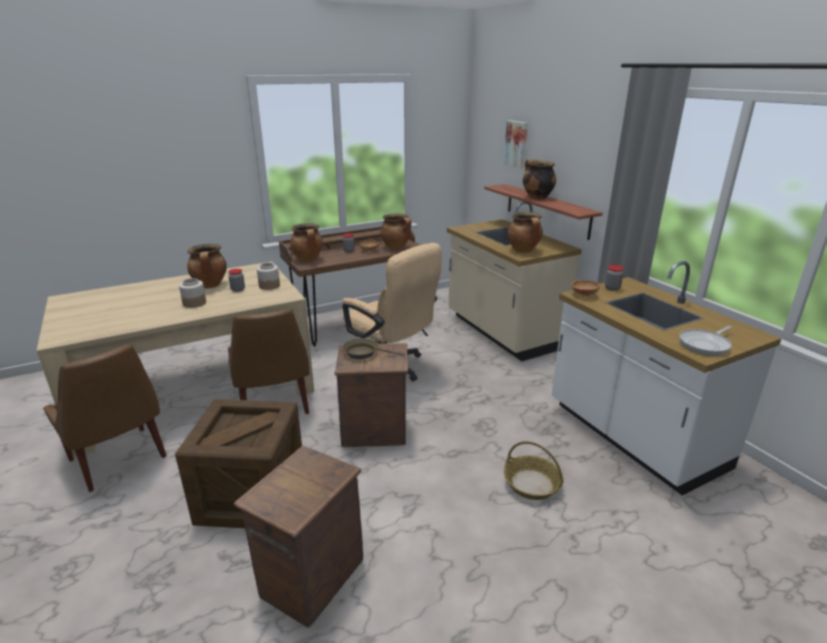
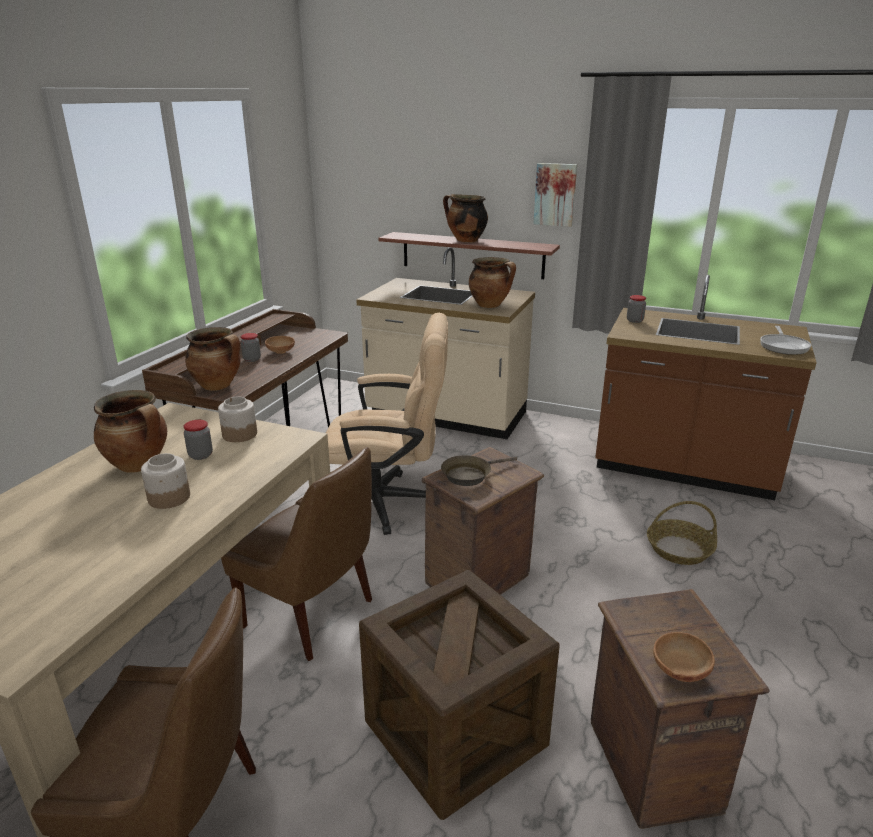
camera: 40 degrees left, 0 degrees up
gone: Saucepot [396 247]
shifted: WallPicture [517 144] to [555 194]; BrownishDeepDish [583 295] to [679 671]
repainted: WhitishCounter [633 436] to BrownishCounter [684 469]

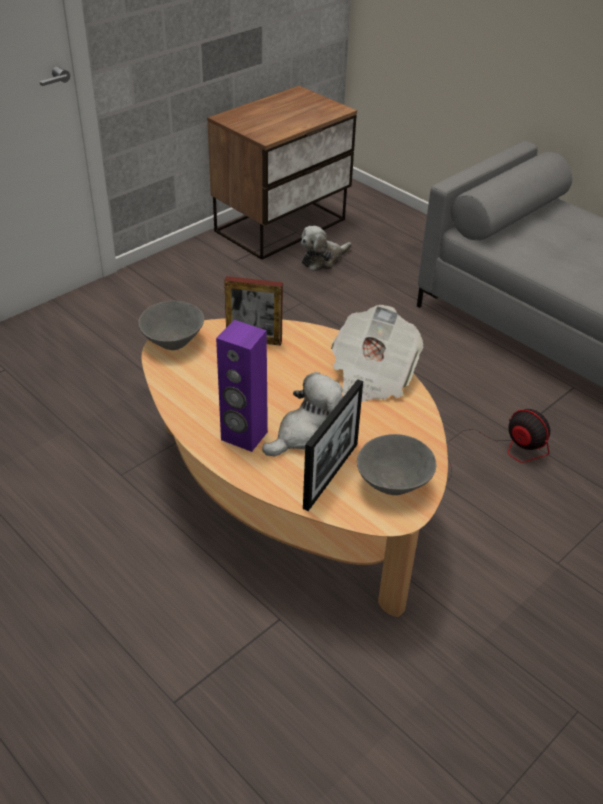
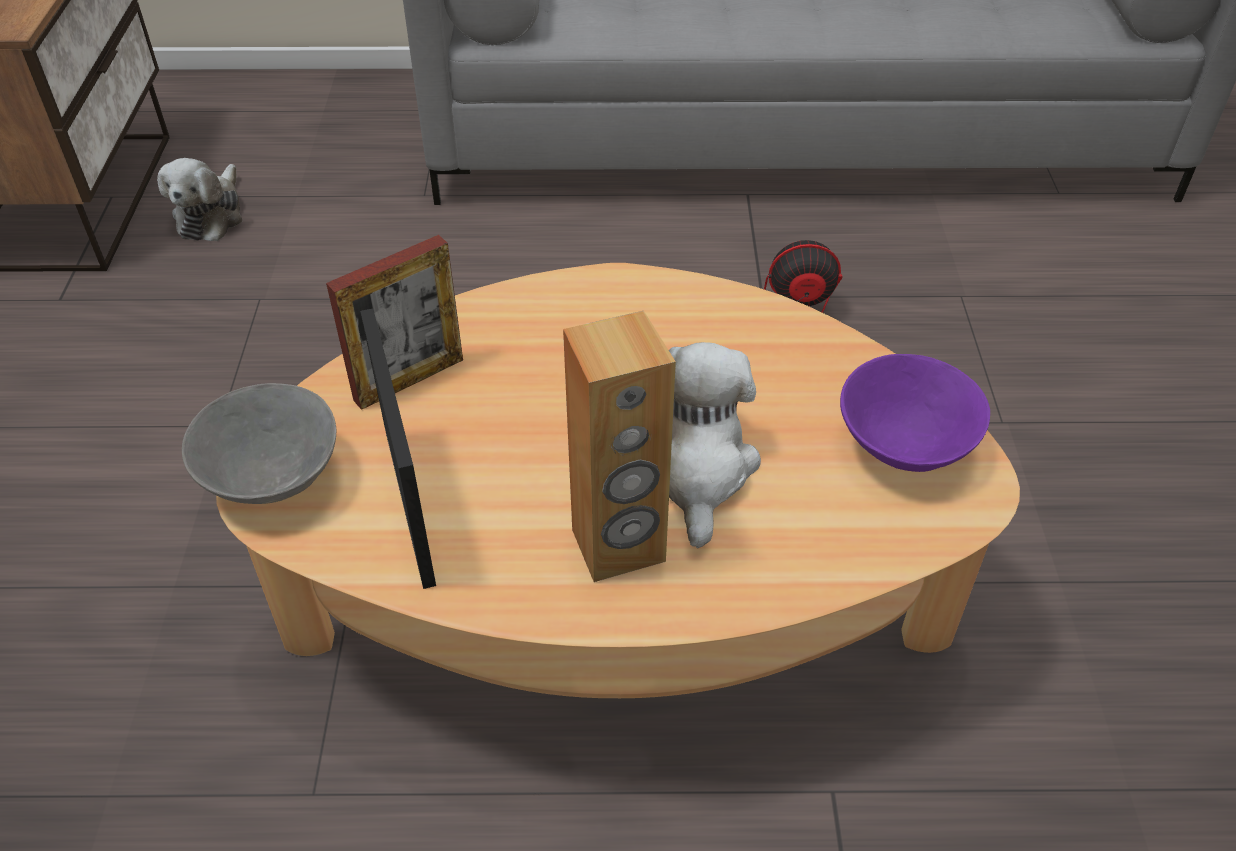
camera: 45 degrees left, 5 degrees up
gone: PrintedPaper [372 375]
shifted: PhotoFrame [331 475] to [409 505]
repainted: PurpleColouredSpeaker [244 436] to BrownishSpeaker [619 546]; GreyishDeepDish [392 483] to PurpleColouredDeepDish [903 449]

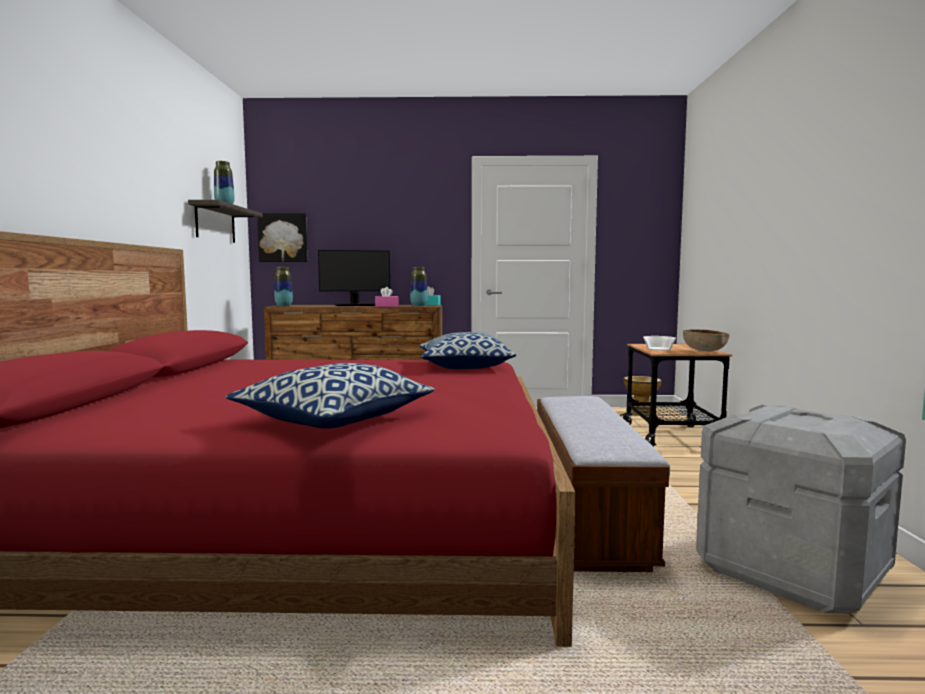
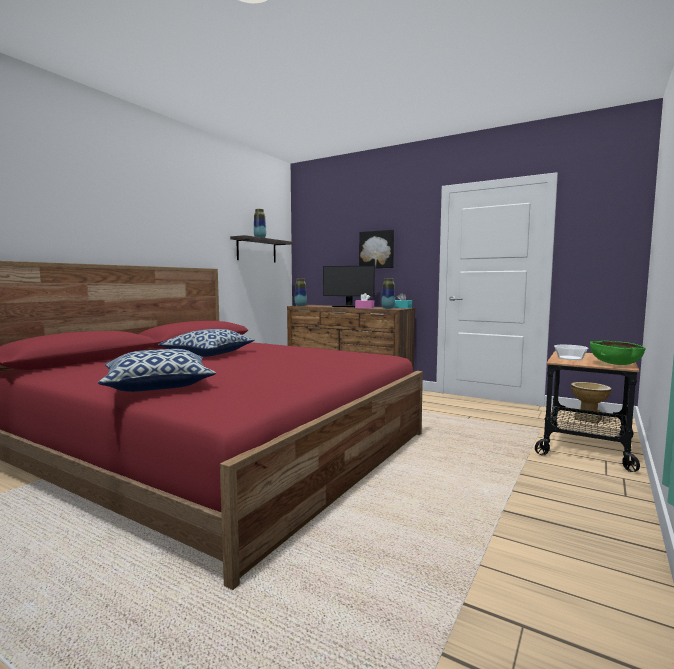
camera: 30 degrees right, 0 degrees up
gone: IndoorBench [586 514]; GreyishStorageBin [792 571]
shifted: WallPicture [283 238] to [377 249]; Cushion [464 366] to [208 354]
repainted: BrownishDeepDish [704 351] to GreenDeepDish [614 364]

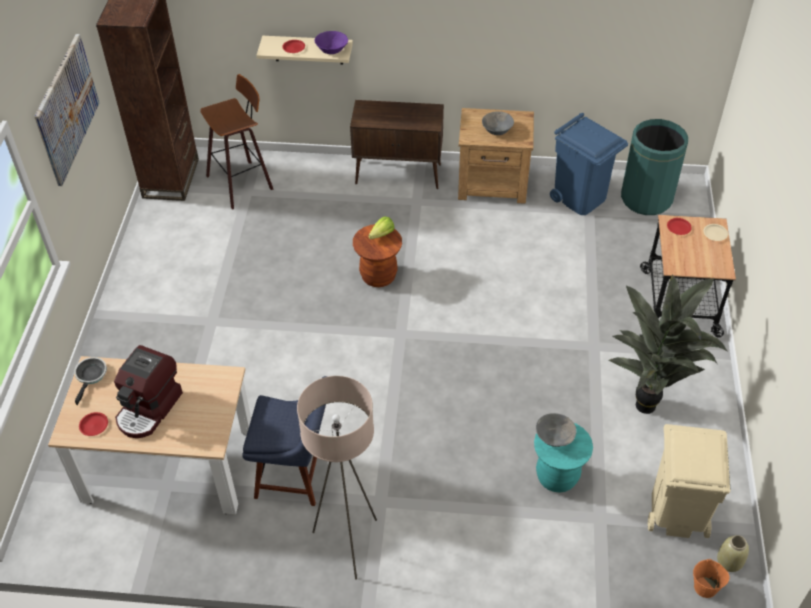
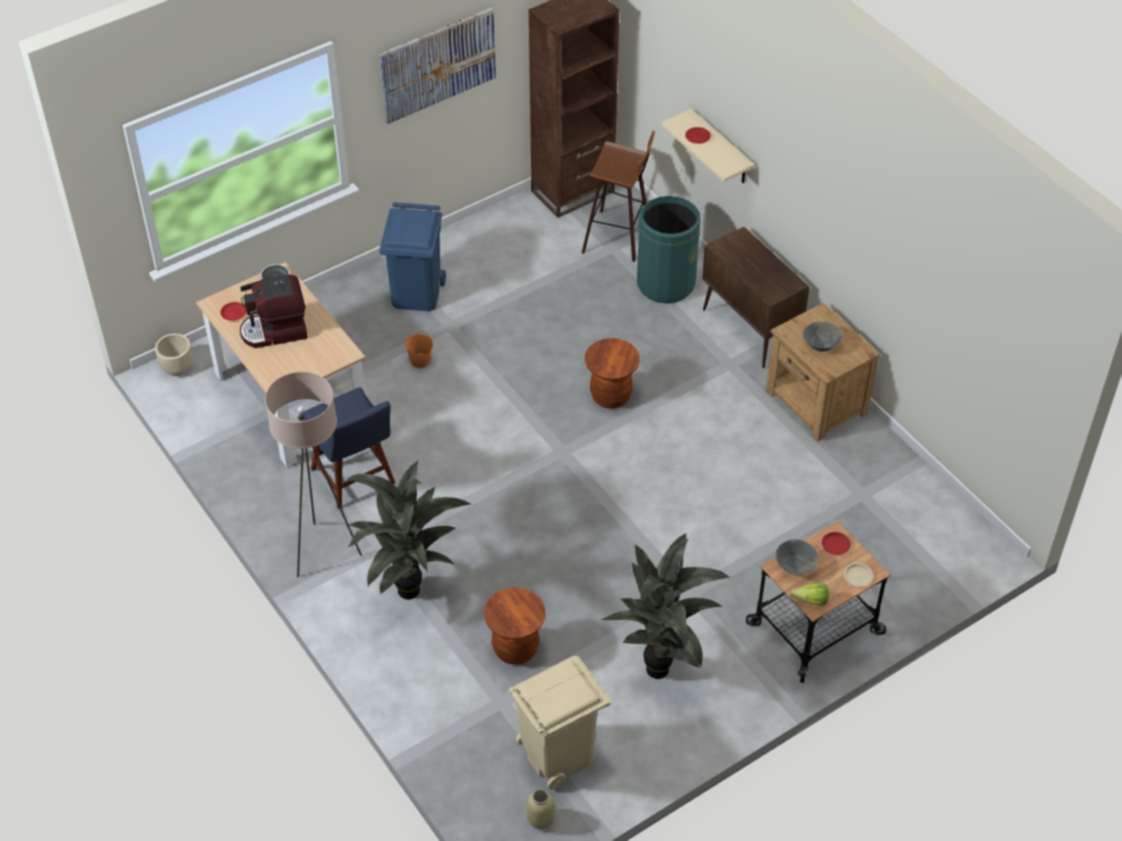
camera: 50 degrees right, 0 degrees up
gone: PurpleColouredDeepDish [331 50]
new: BeigeFlowerPot [177 369]; PottedPlant [410 594]
shifted: LettuceHead [379 236] to [808 600]; GreyishDeepDish [554 437] to [794 565]; BlueColouredWasteBin [580 197] to [417 294]; GreenWasteBin [646 198] to [665 283]; OrangeWaterBucket [705 587] to [420 361]
repainted: TurquoiseColouredStool [557 476] to BrownishStool [515 648]

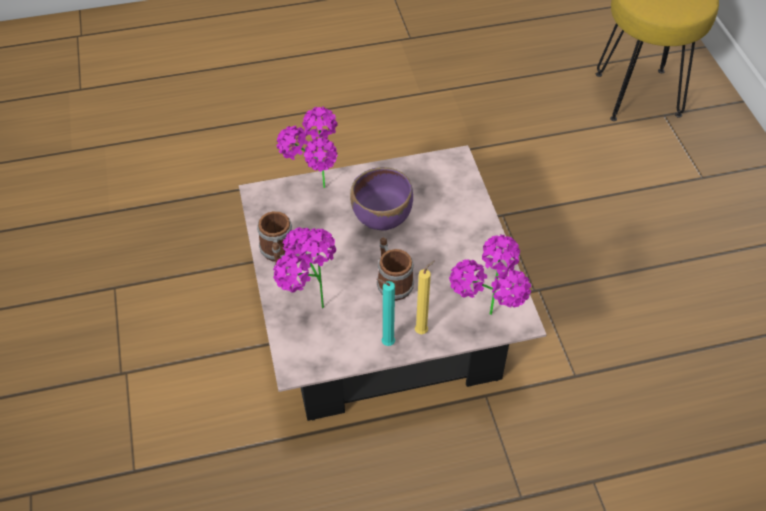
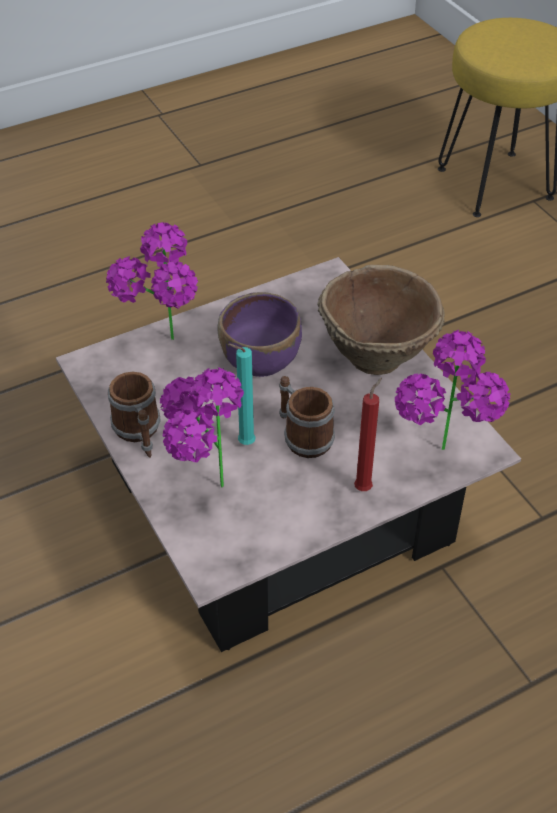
camera: 15 degrees left, 5 degrees down
new: BrownishDeepDish [377 353]
shifted: TurquoiseColouredCandle [386 343] to [243 443]
repainted: YellowColouredCandle [423 330] to RedColouredCandle [365 487]

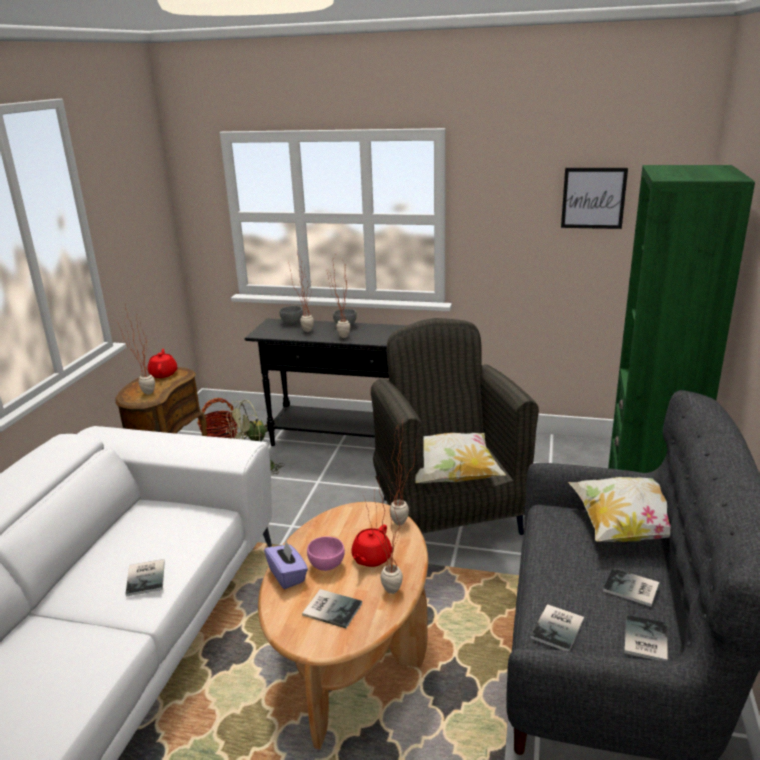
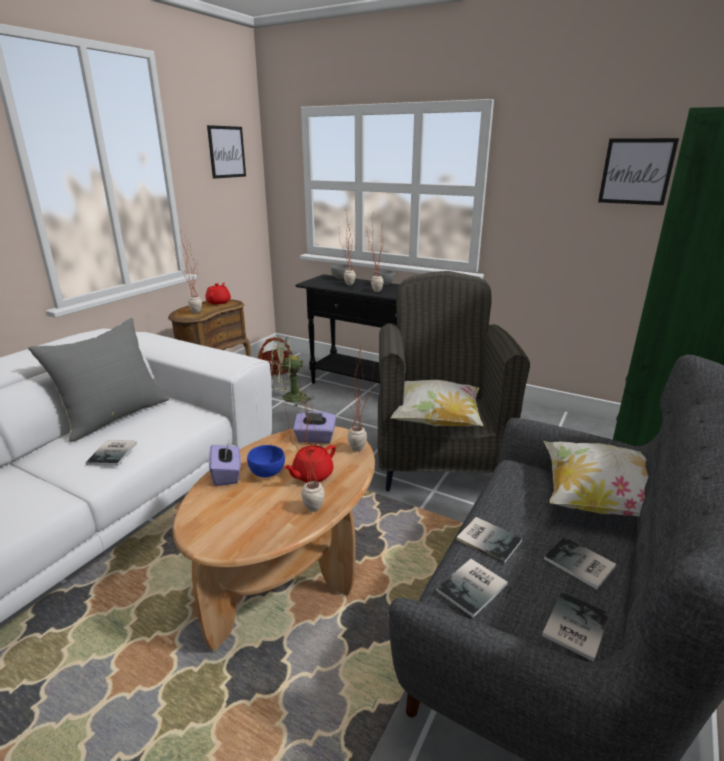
camera: 15 degrees right, 0 degrees up
new: GreyishCushion [114 416]; WallPicture [227 152]; PurpleColouredTissueBox [315 438]
shifted: Book [332 608] to [488 538]
repainted: PinkishDeepDish [326 565] to BlueColouredDeepDish [267 473]

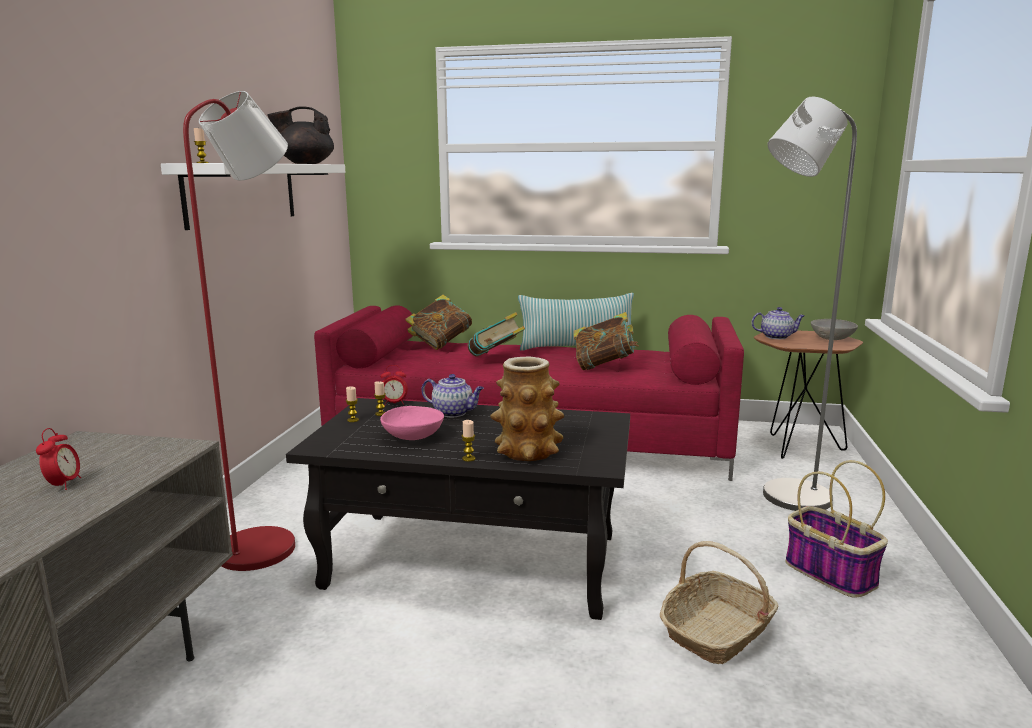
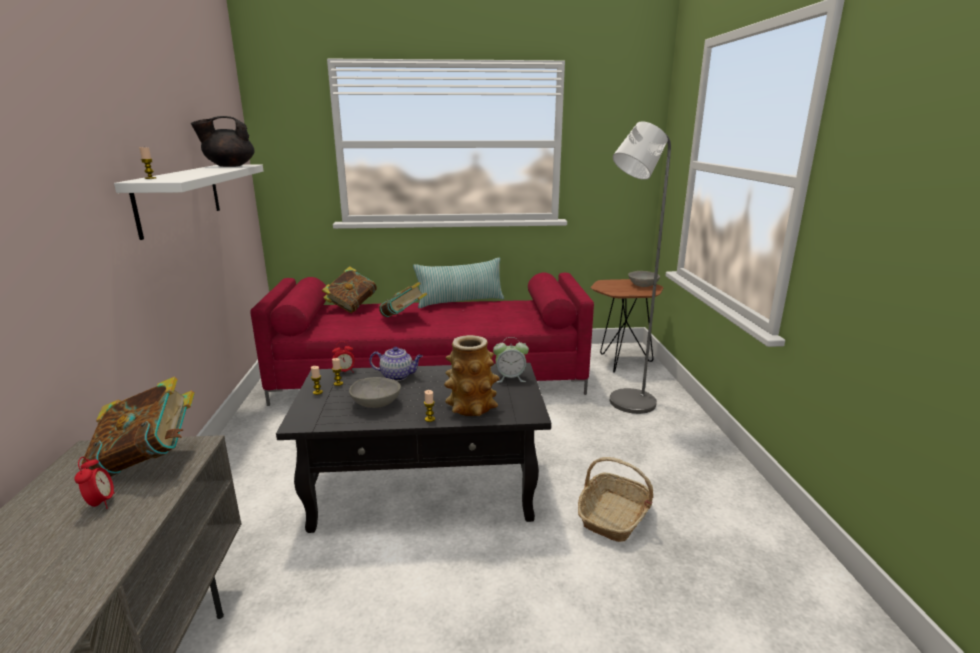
camera: 15 degrees left, 5 degrees up
gone: RedColouredStandardLamp [269 543]; Teapot [777 337]; StorageBasket [828 573]
new: AlarmClock [510 378]
shifted: Book [604 366] to [149 460]
repainted: PinkishDeepDish [412 437] to GreyishDeepDish [375 404]

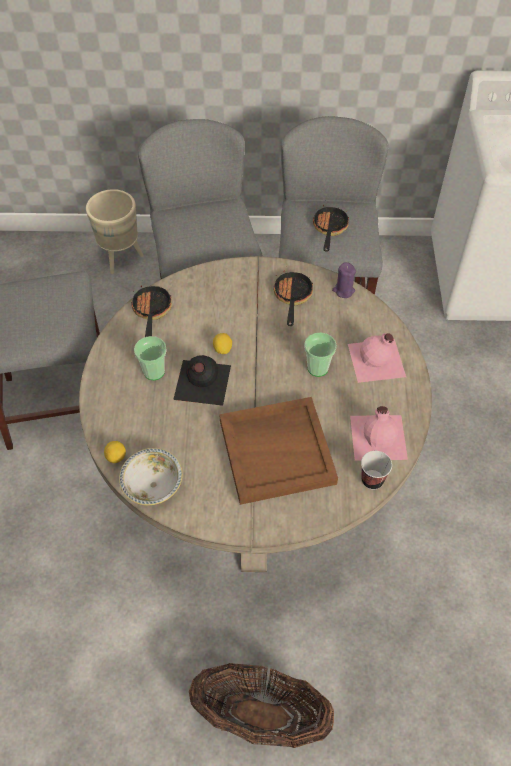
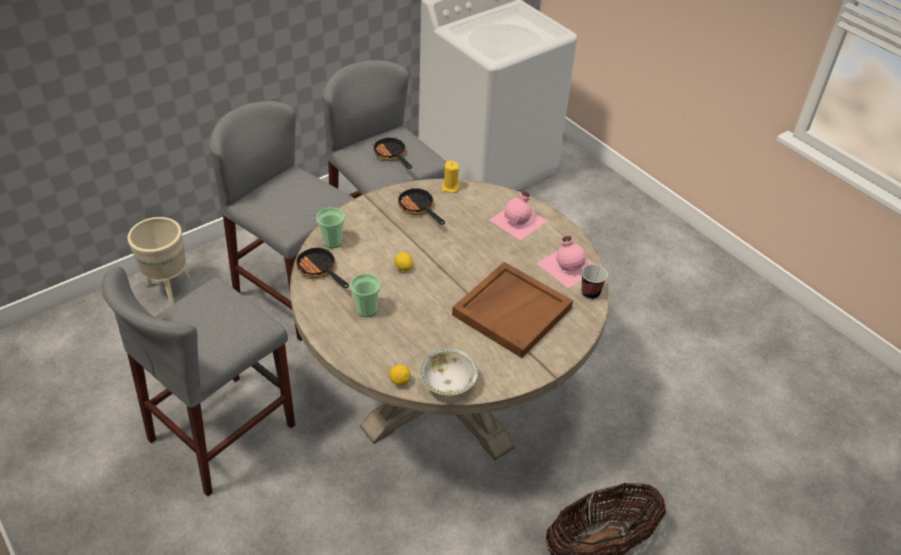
camera: 40 degrees left, 10 degrees down
gone: BlackishBottle [201 382]
shifted: Cup [317 368] to [332 242]
repainted: PurpleColouredCandle [343 290] to YellowColouredCandle [450 187]

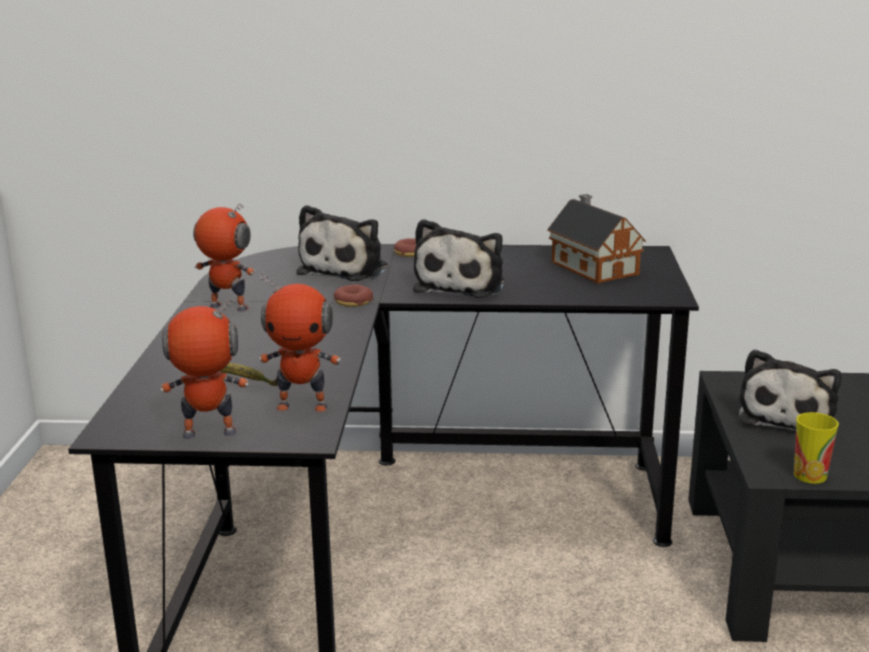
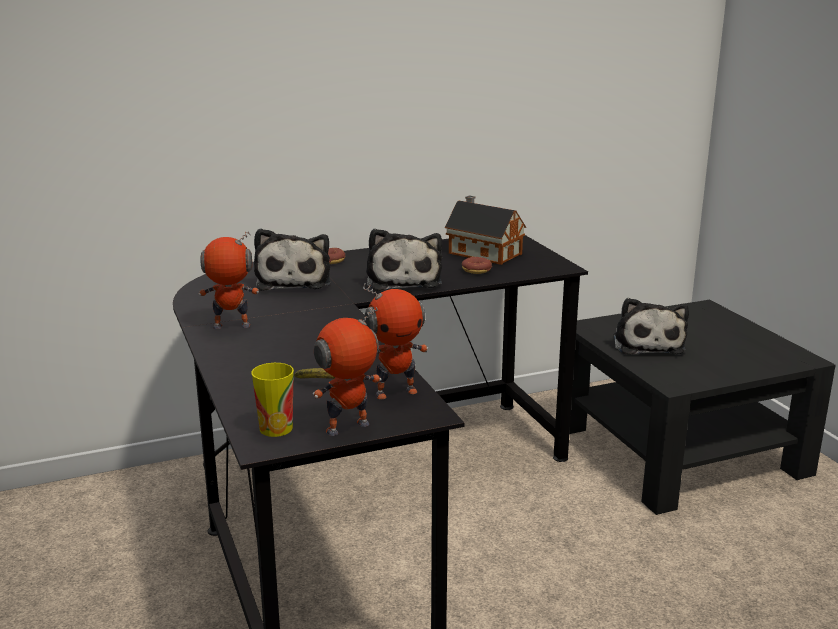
camera: 25 degrees left, 0 degrees up
shifted: Donut [353 302] to [476 270]; Cup [810 475] to [276 428]

